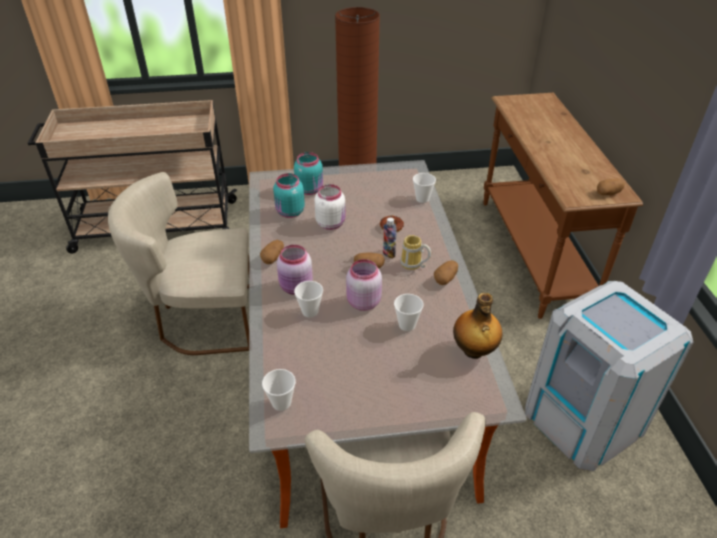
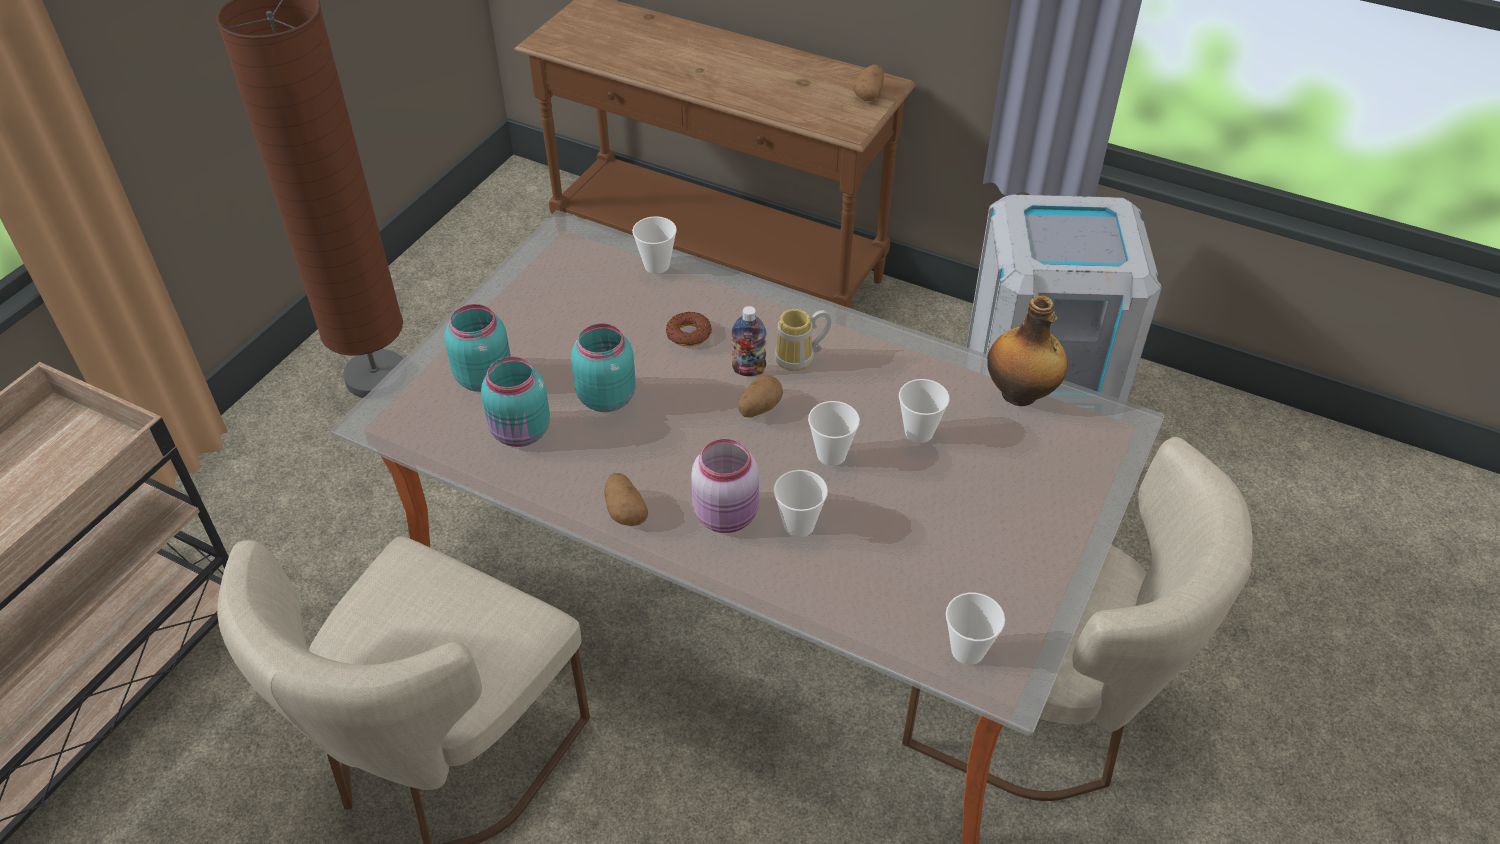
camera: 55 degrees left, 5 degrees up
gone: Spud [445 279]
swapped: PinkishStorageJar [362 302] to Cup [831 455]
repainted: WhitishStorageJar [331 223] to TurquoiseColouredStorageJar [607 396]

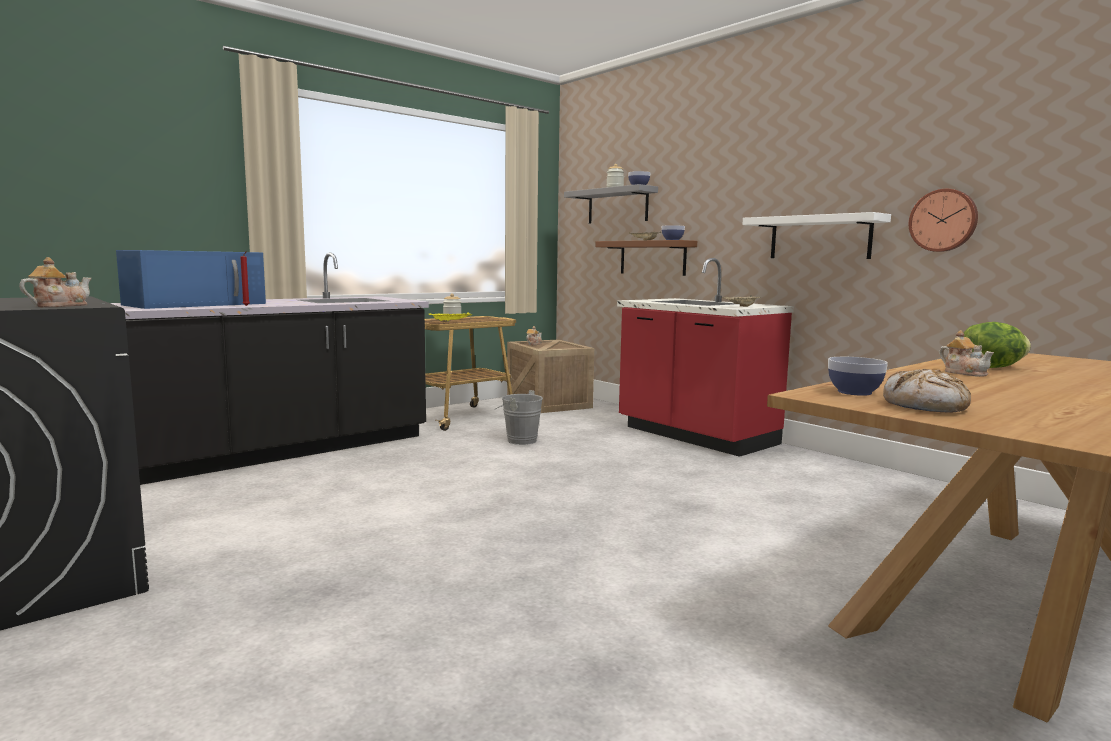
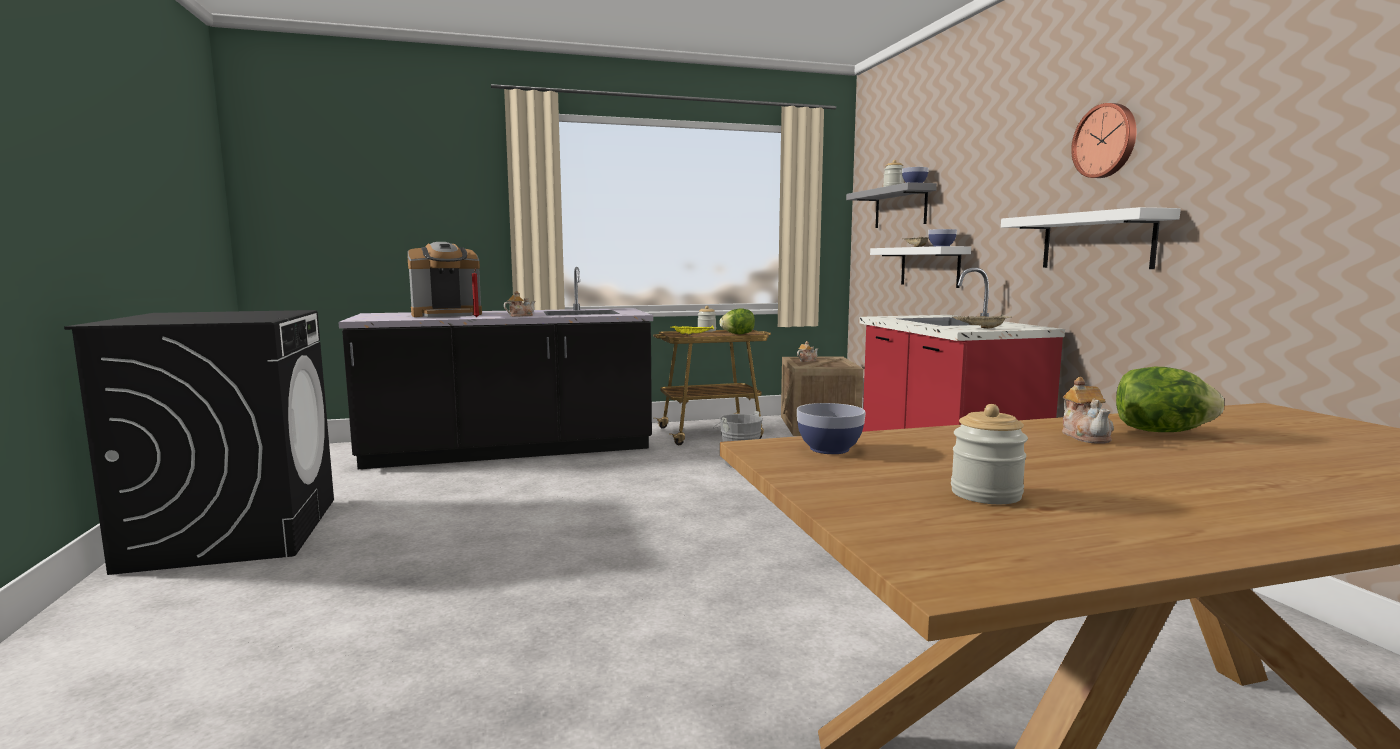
camera: 25 degrees right, 0 degrees up
gone: BakedBread [925 406]
new: LettuceHead [738 334]; StorageJar [986 494]
shifted: Teapot [59 306] to [520 316]; WallClock [943 220] to [1106 141]
swapped: BlueColouredKitchenMicrowave [197 304] to CoffeeMachine [447 315]
repainted: BrownishShelf [652 258] to WhitishShelf [929 266]

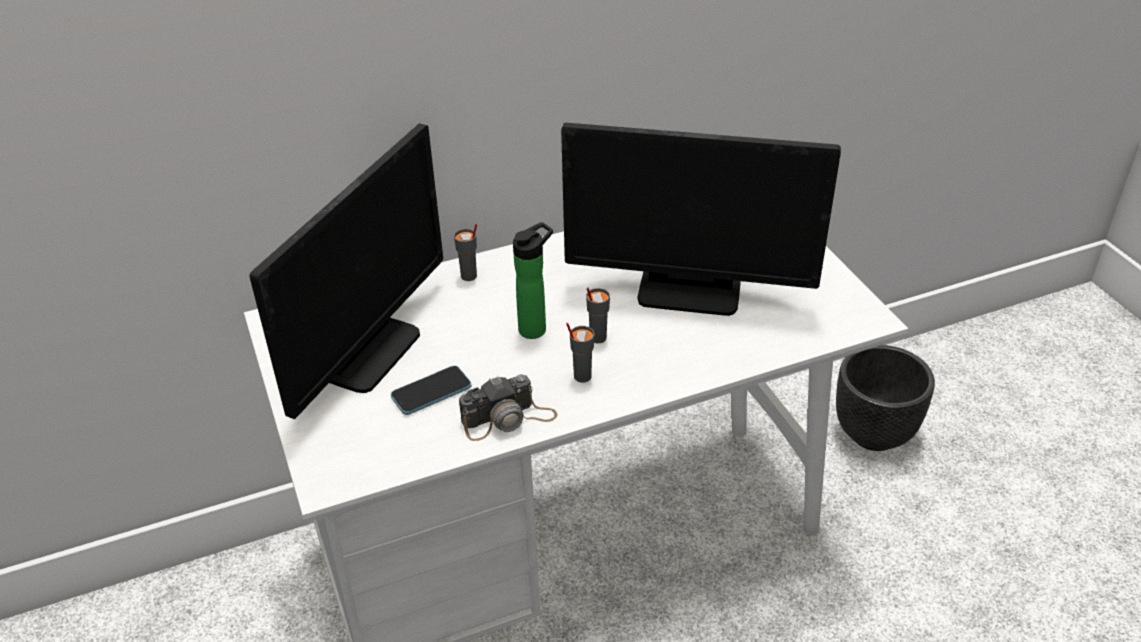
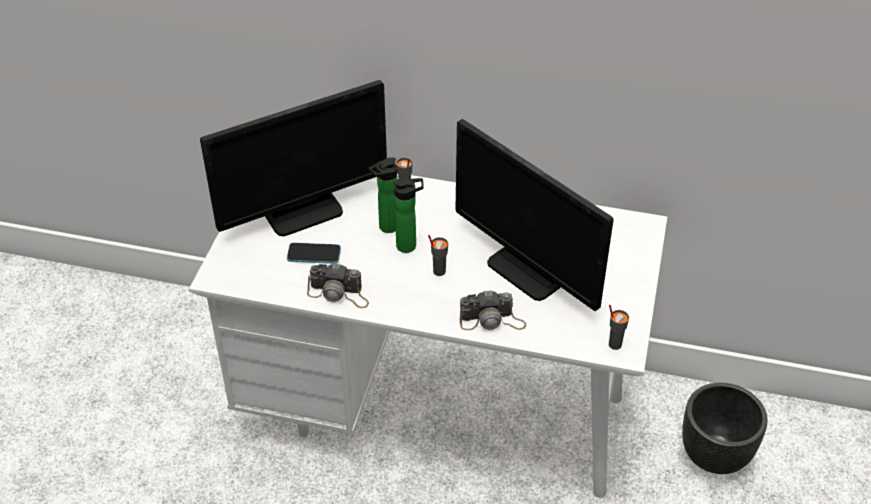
camera: 35 degrees right, 5 degrees up
new: Bottle [386 228]; PhotoCamera [492 320]
shifted: GreyishCup [581 376] to [614 344]

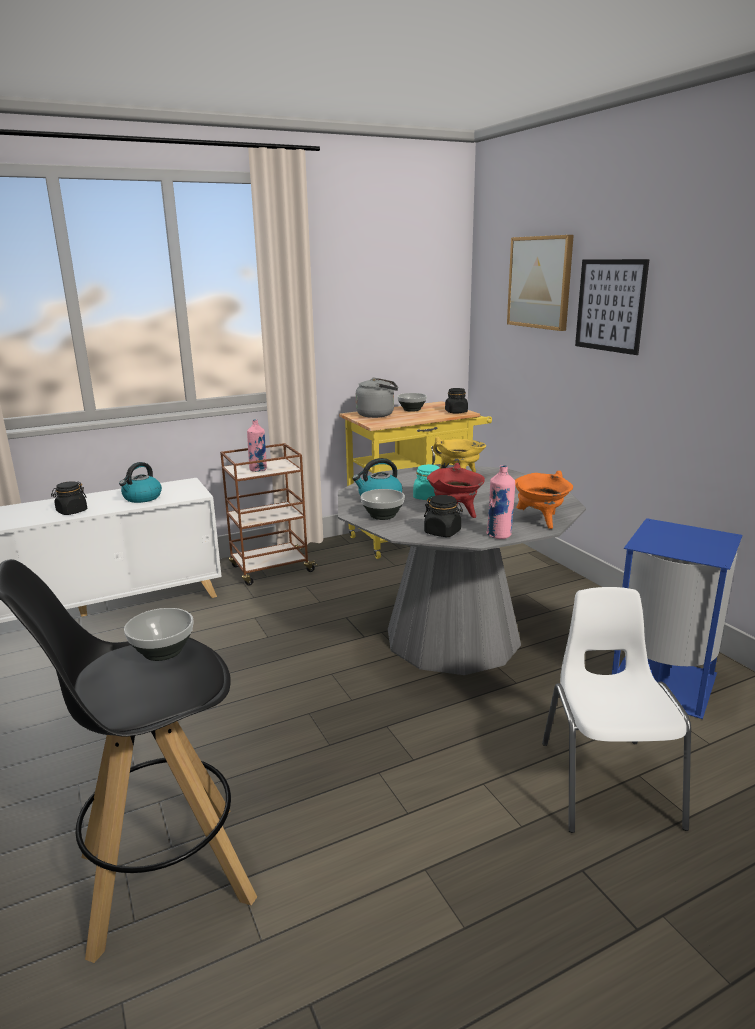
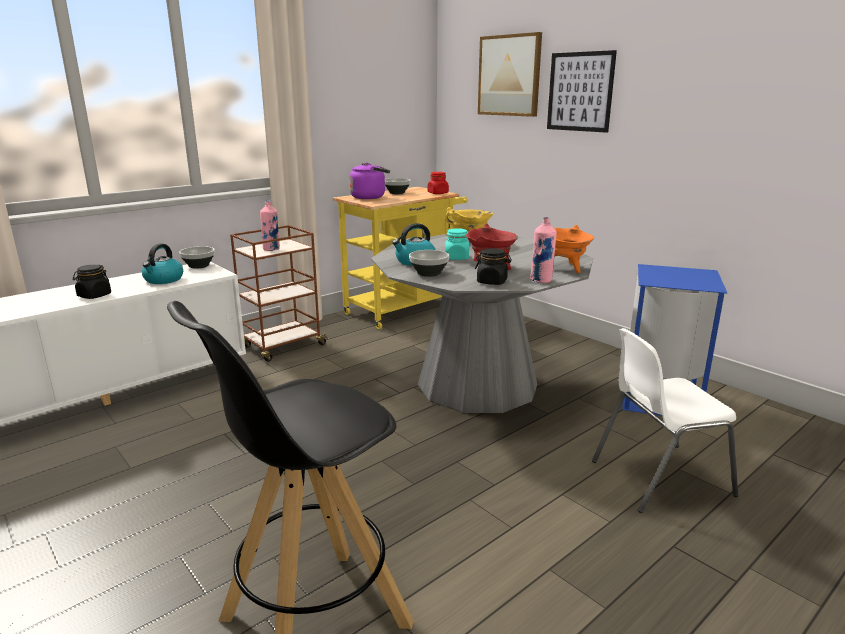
camera: 15 degrees left, 0 degrees up
shifted: DeepDish [162 651] to [198 266]
repainted: GreyishTeaKettle [378 415] to PurpleColouredTeaKettle [370 197]; BlackishStorageJar [456 412] to RedColouredStorageJar [438 193]
rotated: WhitishChair [607 781] = [658 477] 90 degrees counterclockwise

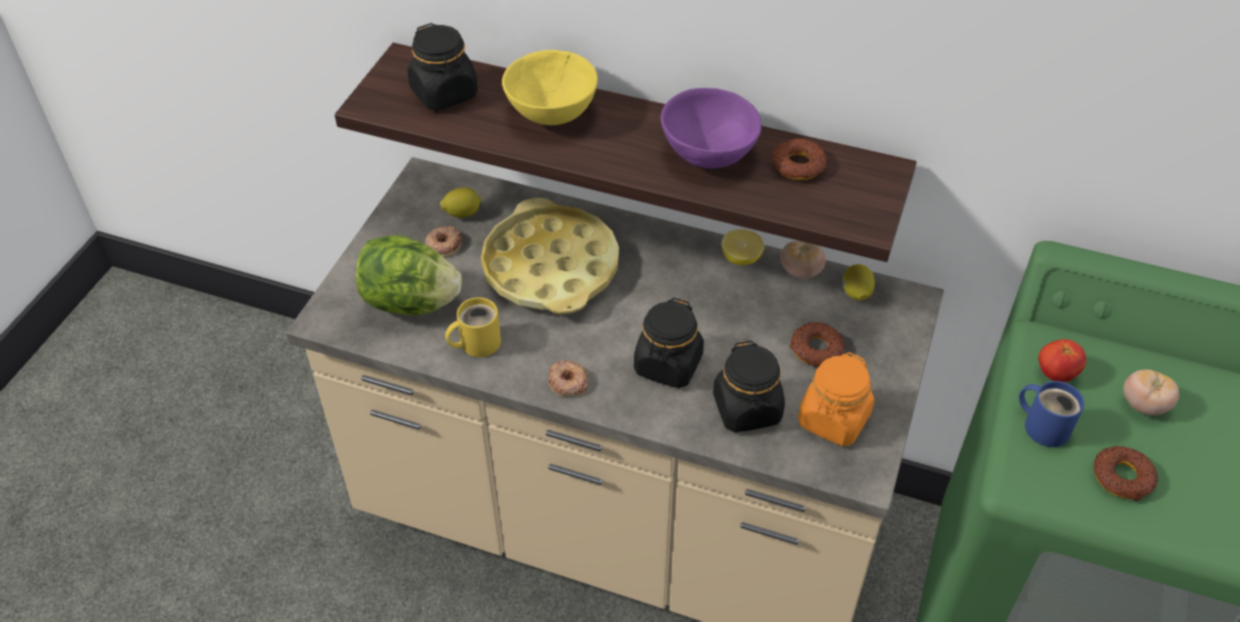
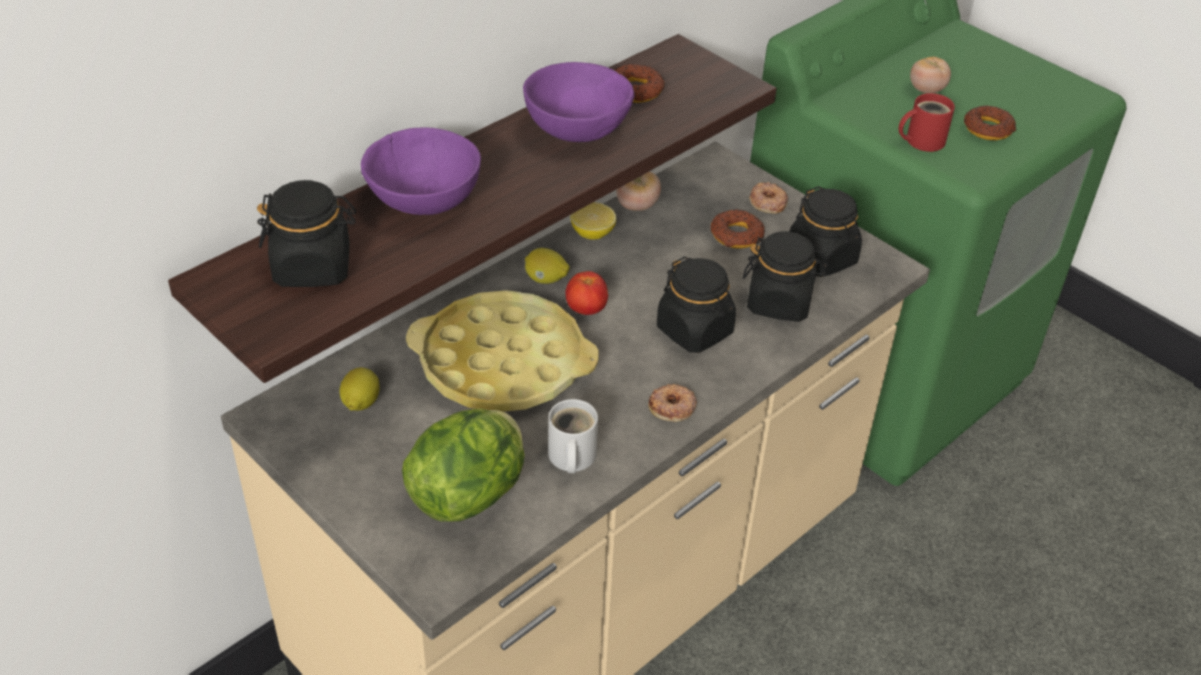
camera: 65 degrees left, 5 degrees down
shifted: Donut [443 245] to [767 202]; WholeLemon [856 294] to [545 279]; Tomato [1055 374] to [586 309]
repainted: YellowColouredCoffeeMug [476 342] to WhitishCoffeeMug [570 457]; YellowColouredDeepDish [550 113] to PurpleColouredDeepDish [424 204]; OrangeStorageJar [833 420] to BlackishStorageJar [821 258]; BlueColouredCoffeeMug [1044 425] to RedColouredCoffeeMug [921 140]

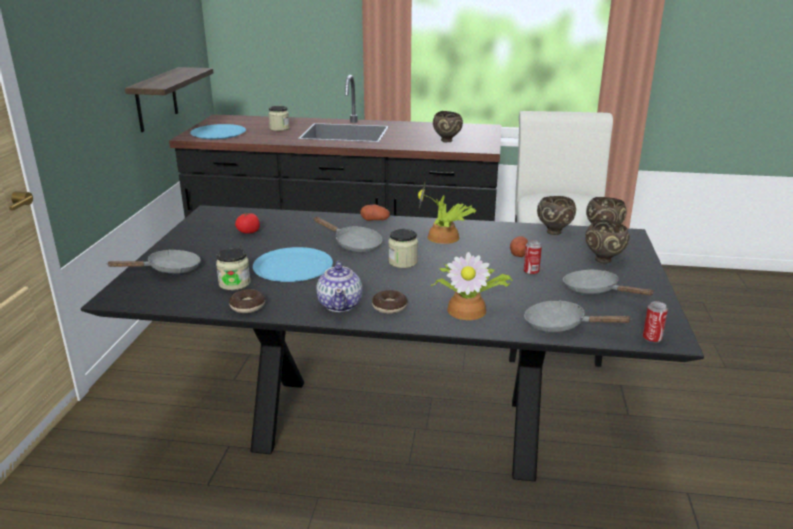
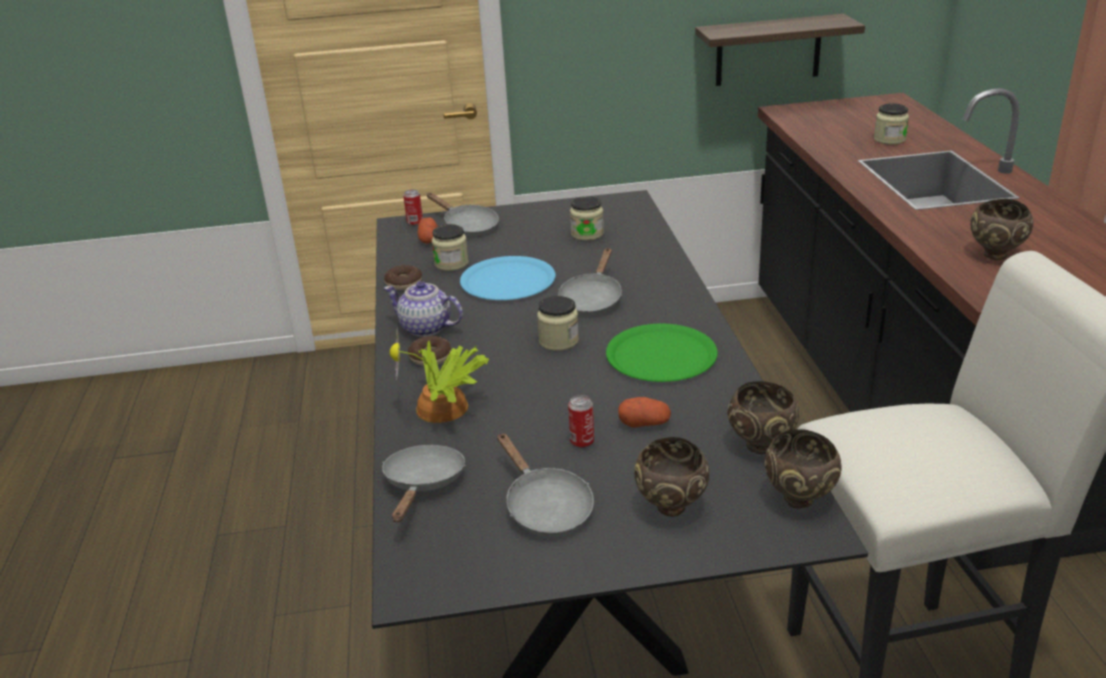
camera: 75 degrees right, 5 degrees up
gone: BlueColouredDinnerPlate [218 133]
shifted: Spud [375 220] to [429 240]; Can [652 339] to [415 223]
swapped: Tomato [248 232] to StorageJar [587 234]; PottedPlant [445 238] to GreenDinnerPlate [661 355]
rotated: Teapot [340 304] = [426 328] 45 degrees clockwise; GreyishSkillet [595 291] = [545 507] 120 degrees clockwise

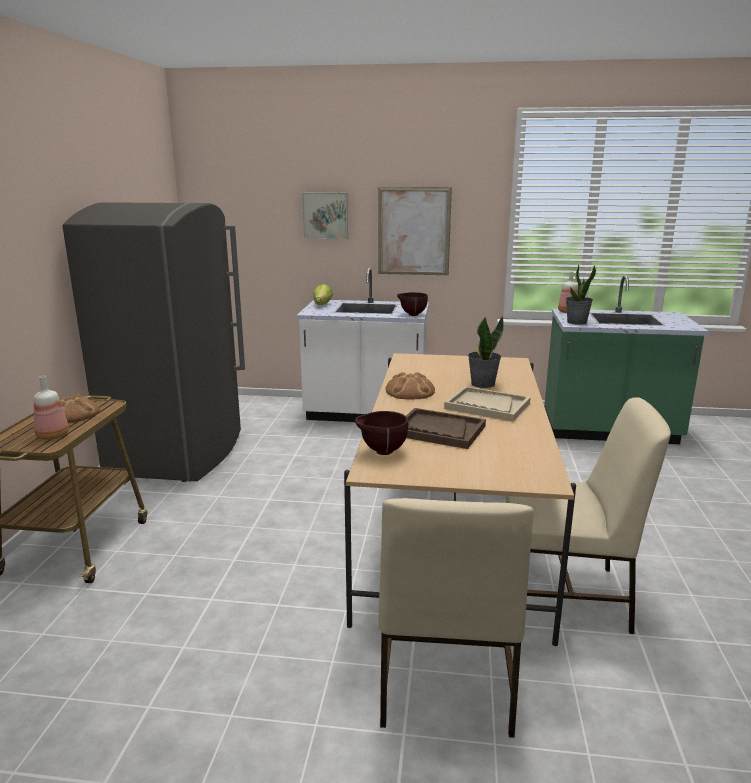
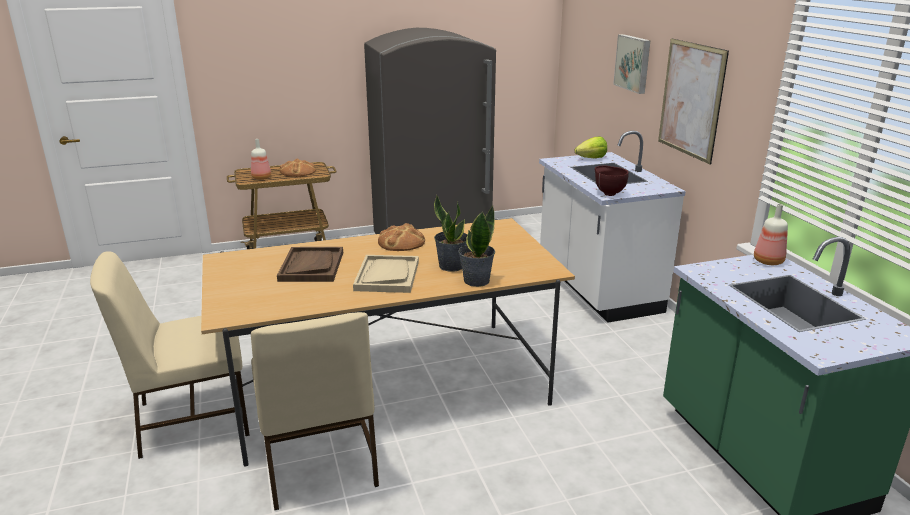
camera: 65 degrees right, 5 degrees up
gone: BrownishDeepDish [381 452]
shifted: PottedPlant [576 322] to [476 280]

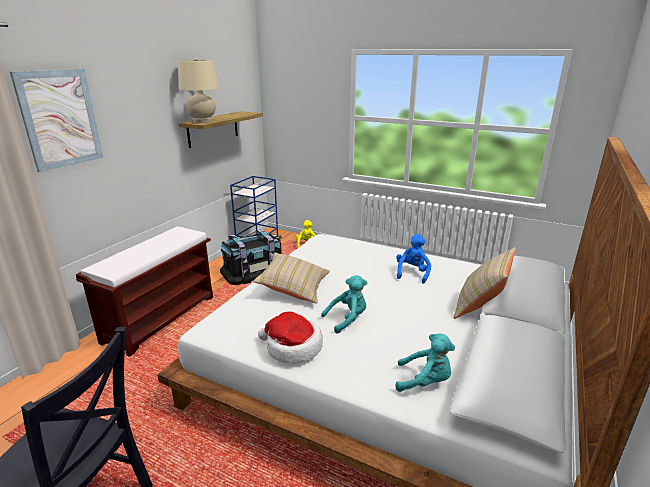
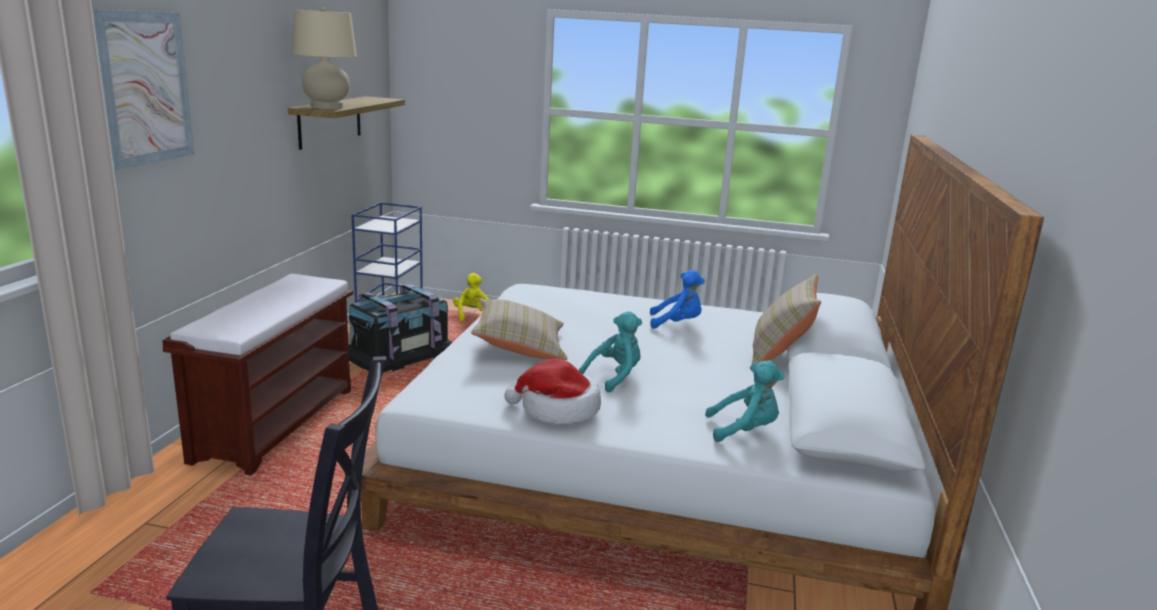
camera: 15 degrees left, 5 degrees down
rotated: BlueColouredSoftToy [412 273] = [677 324] 90 degrees clockwise

